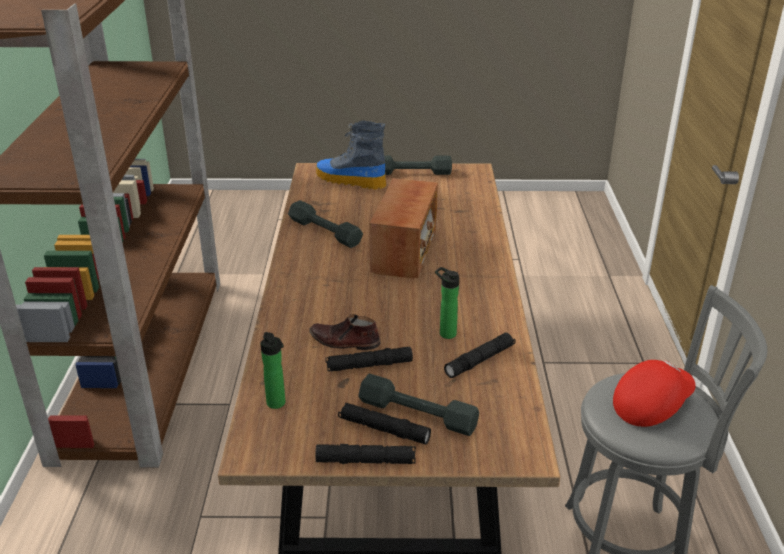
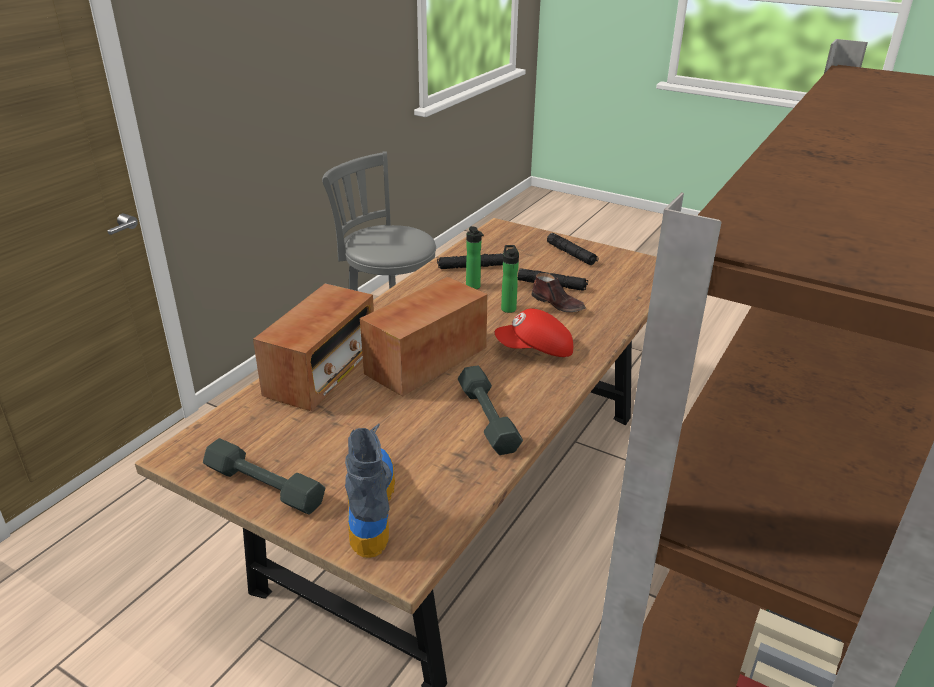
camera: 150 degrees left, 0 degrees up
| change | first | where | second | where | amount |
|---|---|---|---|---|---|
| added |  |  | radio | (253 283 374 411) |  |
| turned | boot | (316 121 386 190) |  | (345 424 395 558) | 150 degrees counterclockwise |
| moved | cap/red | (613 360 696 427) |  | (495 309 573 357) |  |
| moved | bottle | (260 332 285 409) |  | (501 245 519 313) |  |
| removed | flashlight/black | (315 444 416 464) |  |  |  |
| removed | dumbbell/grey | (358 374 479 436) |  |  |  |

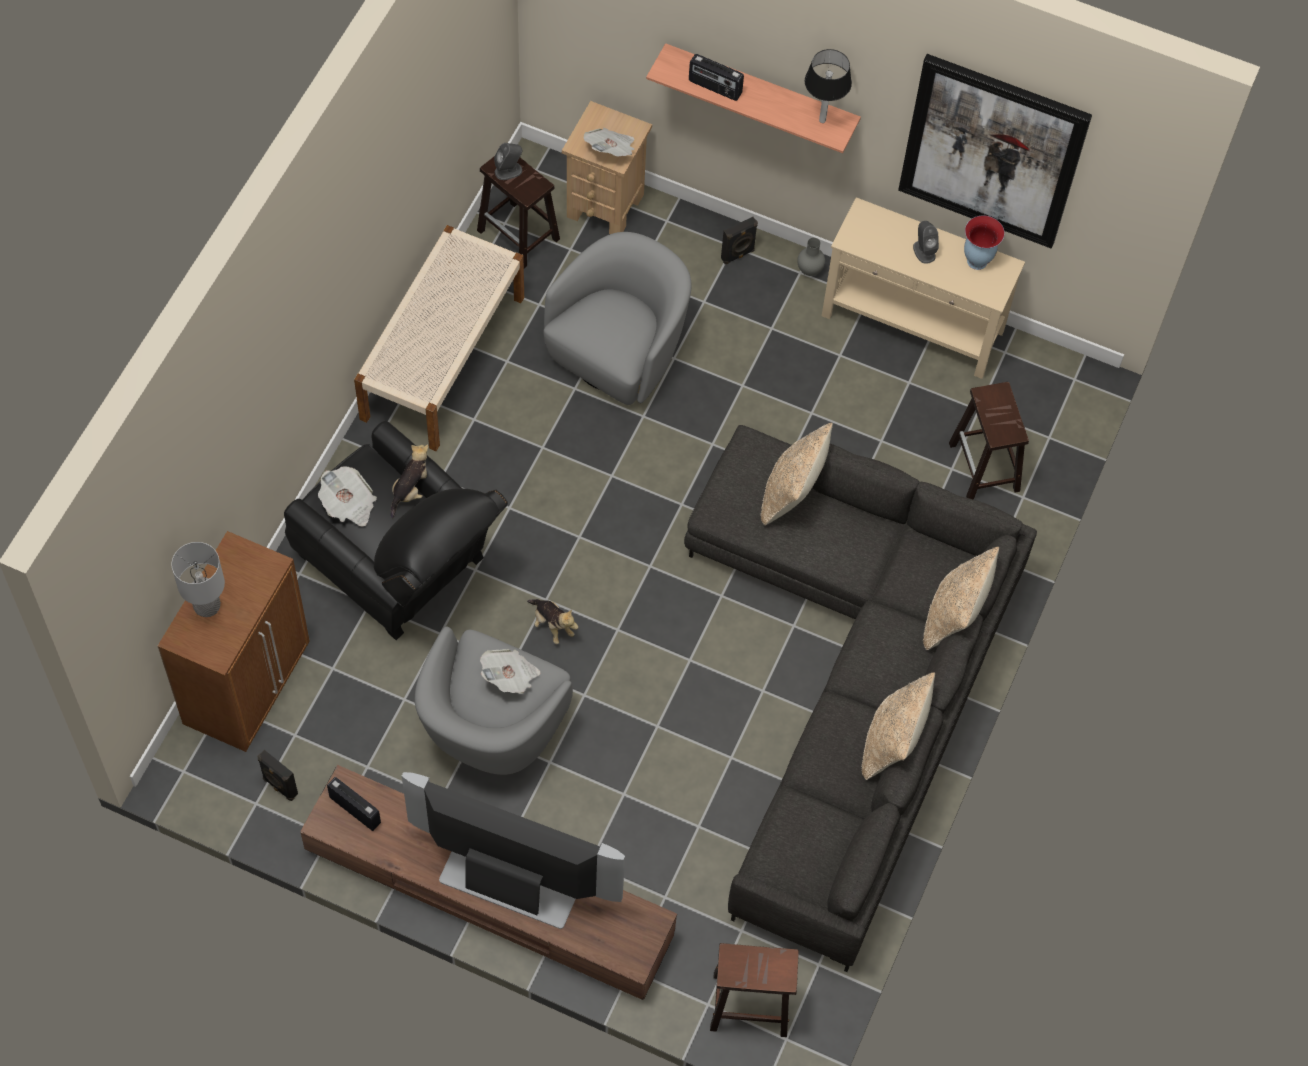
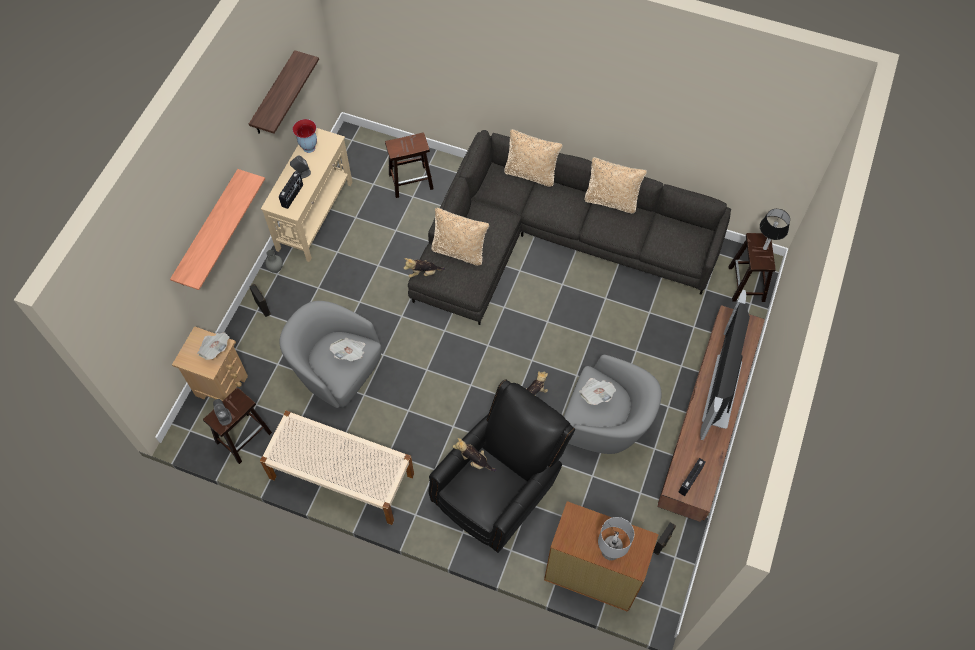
camera: 90 degrees left, 0 degrees up
| change | first | where | second | where | amount |
|---|---|---|---|---|---|
| replaced | picture | (898 54 1092 249) | shelf | (249 50 319 134) |  |
| moved | radio | (689 54 744 101) |  | (279 172 303 209) |  |
| moved | newspaper | (318 466 377 527) |  | (330 338 366 361) |  |
| added |  |  | plush toy | (404 258 445 278) |  |
| moved | table lamp | (805 49 852 123) |  | (760 209 790 250) |  |

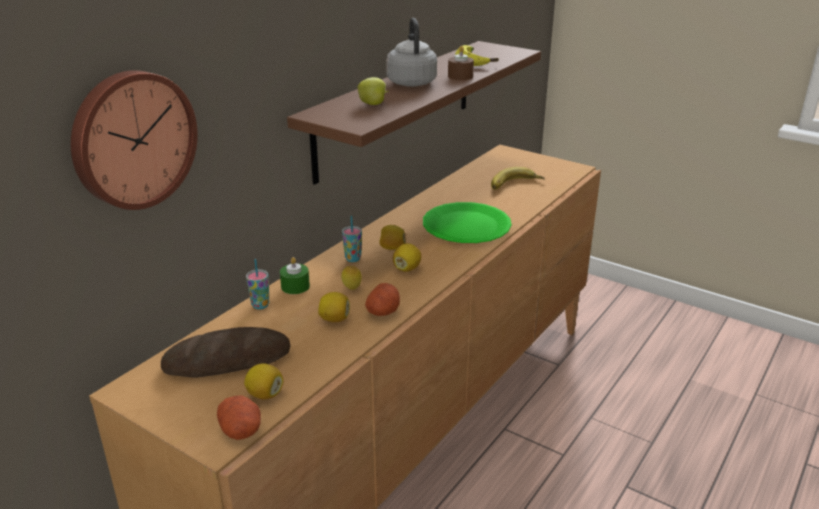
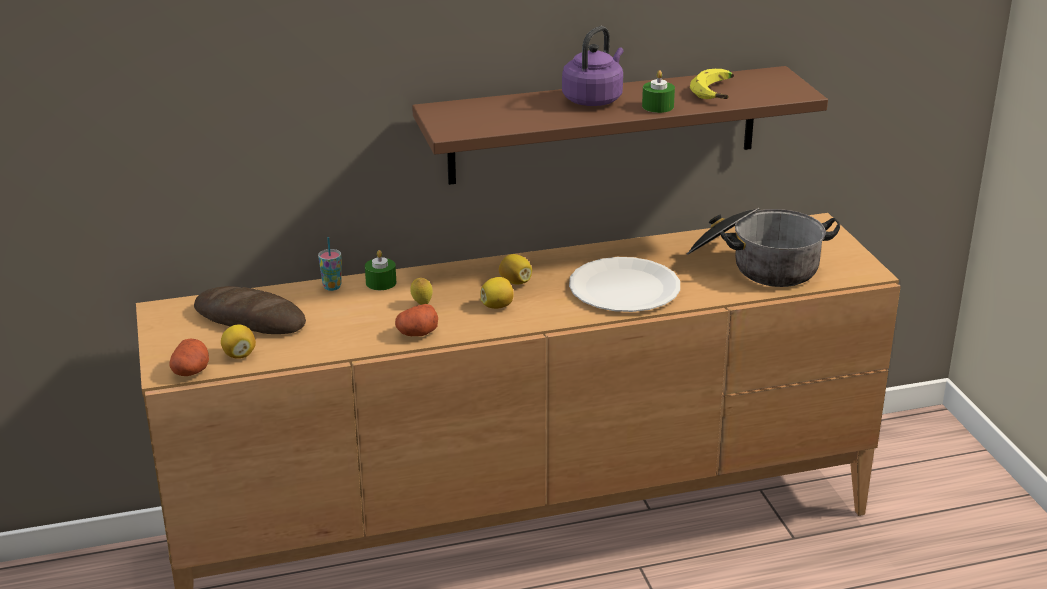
camera: 40 degrees right, 0 degrees up
| change | first | where | second | where | amount |
|---|---|---|---|---|---|
| recoloured | kettle/grey | (386 18 437 87) | kettle/purple | (562 26 624 106) |  |
| recoloured | plate/green | (423 202 512 243) | plate/white | (569 257 680 312) |  |
| recoloured | candle/brown | (448 46 474 80) | candle/green | (642 70 675 113) |  |
| replaced | banana | (491 167 545 190) | cooking pot | (687 208 840 287) |  |
| removed | wall clock | (71 70 198 210) |  |  |  |
| removed | lemon | (318 292 350 322) |  |  |  |
| removed | cup | (342 216 362 262) |  |  |  |
| removed | apple | (358 77 389 105) |  |  |  |

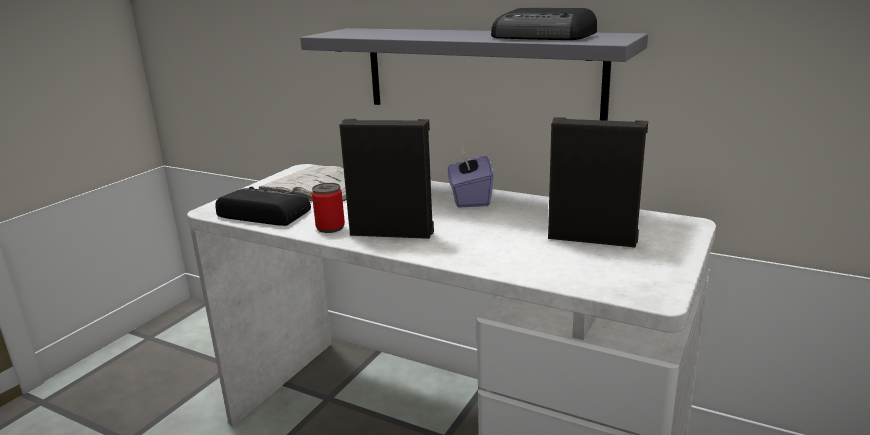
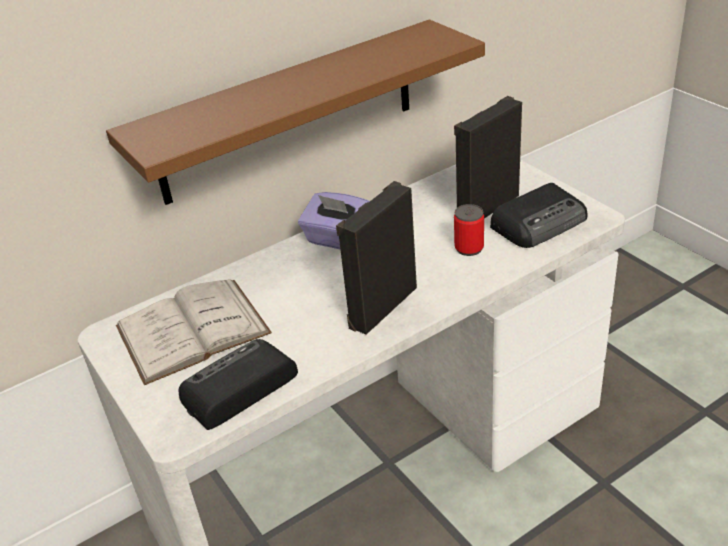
camera: 60 degrees left, 15 degrees up
| change | first | where | second | where | amount |
|---|---|---|---|---|---|
| recoloured | shelf/grey | (300 28 648 121) | shelf/brown | (106 20 485 205) |  |
| moved | can | (312 183 345 233) |  | (454 204 484 256) |  |
| moved | radio | (491 8 597 40) |  | (490 183 587 248) |  |

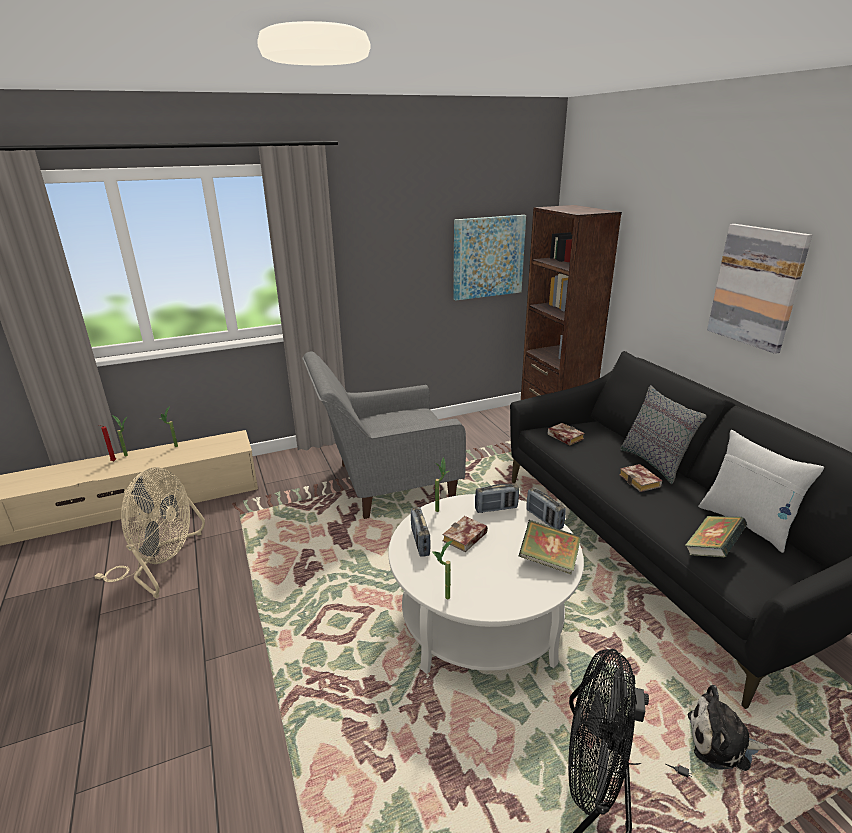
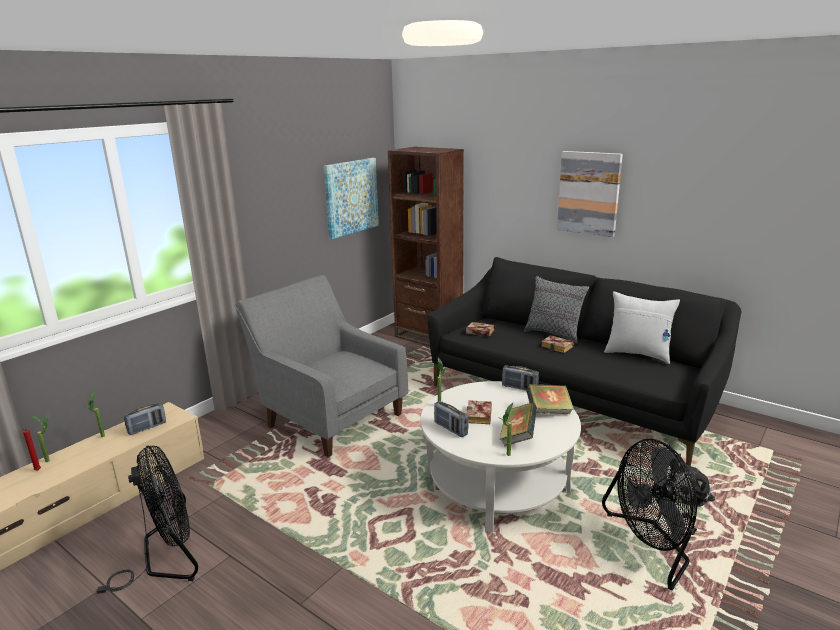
camera: 30 degrees left, 5 degrees down
| change | first | where | second | where | amount |
|---|---|---|---|---|---|
| recoloured | fan/beige | (94 467 205 598) | fan/black | (95 446 198 594) |  |
| moved | radio | (475 483 519 513) |  | (124 403 166 435) |  |
| turned | armchair/grey | (302 352 466 519) |  | (234 275 408 457) | 90 degrees clockwise |
| moved | book | (685 516 747 558) |  | (500 403 537 446) |  |

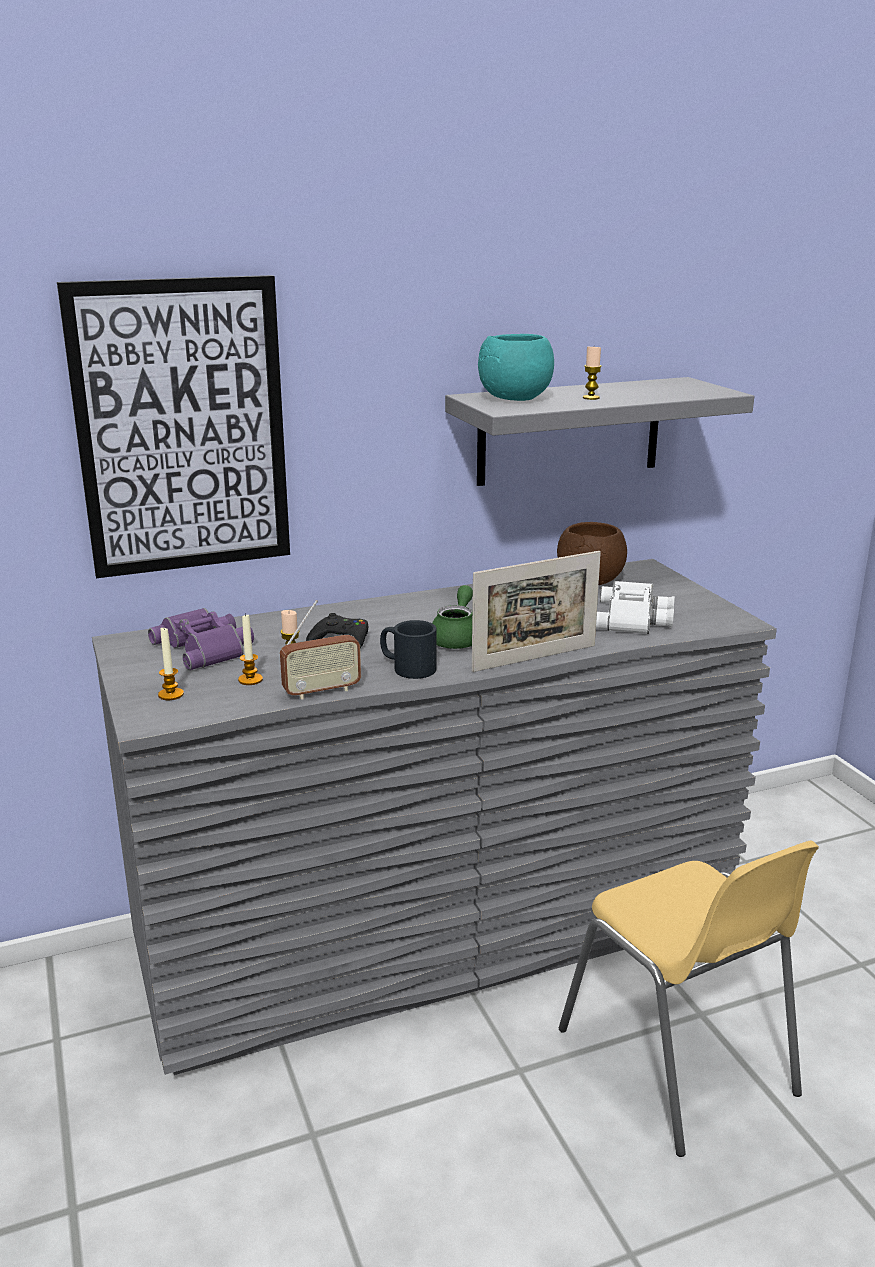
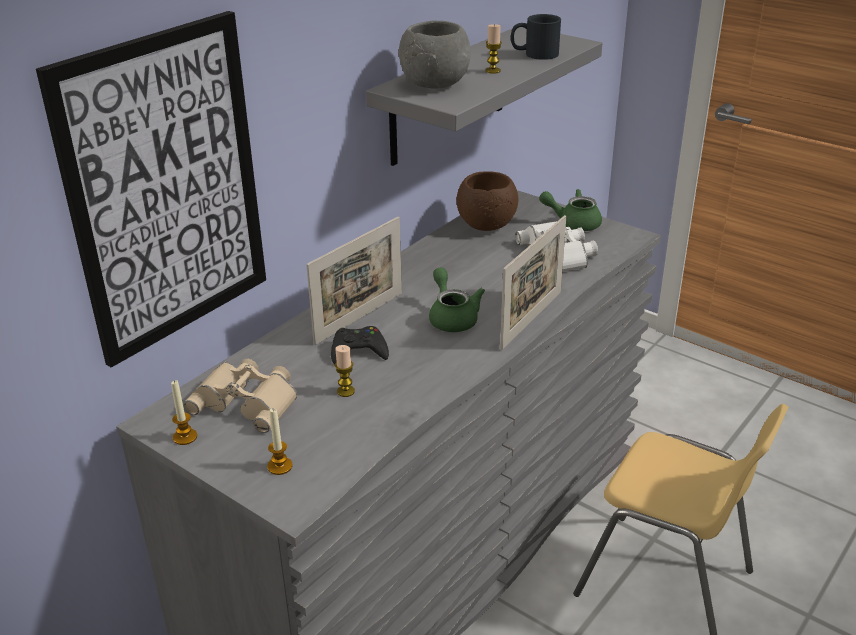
camera: 30 degrees left, 10 degrees up
| change | first | where | second | where | amount |
|---|---|---|---|---|---|
| moved | candle | (238 613 263 685) |  | (171 380 197 445) |  |
| recoloured | binoculars/purple | (148 608 254 670) | binoculars/beige | (184 359 297 433) |  |
| added |  |  | picture frame | (306 216 402 345) |  |
| recoloured | bowl/turquoise | (478 334 554 401) | bowl/grey | (399 21 471 88) |  |
| moved | mug/black | (380 620 437 679) |  | (511 14 561 60) |  |
| added |  |  | teapot/green | (539 189 602 231) |  |
| removed | radio | (280 600 361 700) |  |  |  |

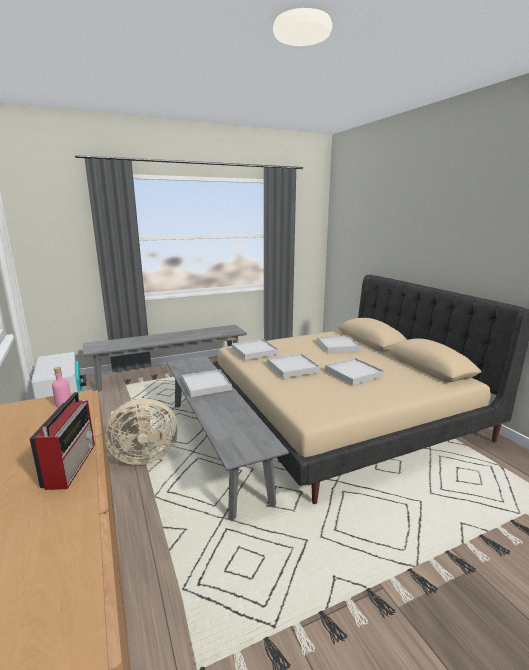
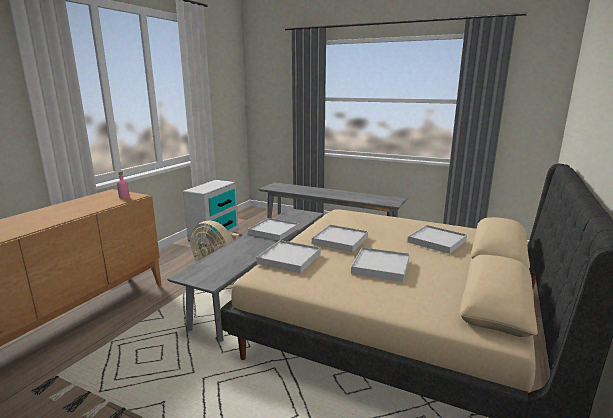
camera: 50 degrees right, 0 degrees up
| change | first | where | second | where | amount |
|---|---|---|---|---|---|
| moved | tray/white | (232 339 278 360) |  | (256 240 321 273) |  |
| removed | radio | (30 392 95 490) |  |  |  |

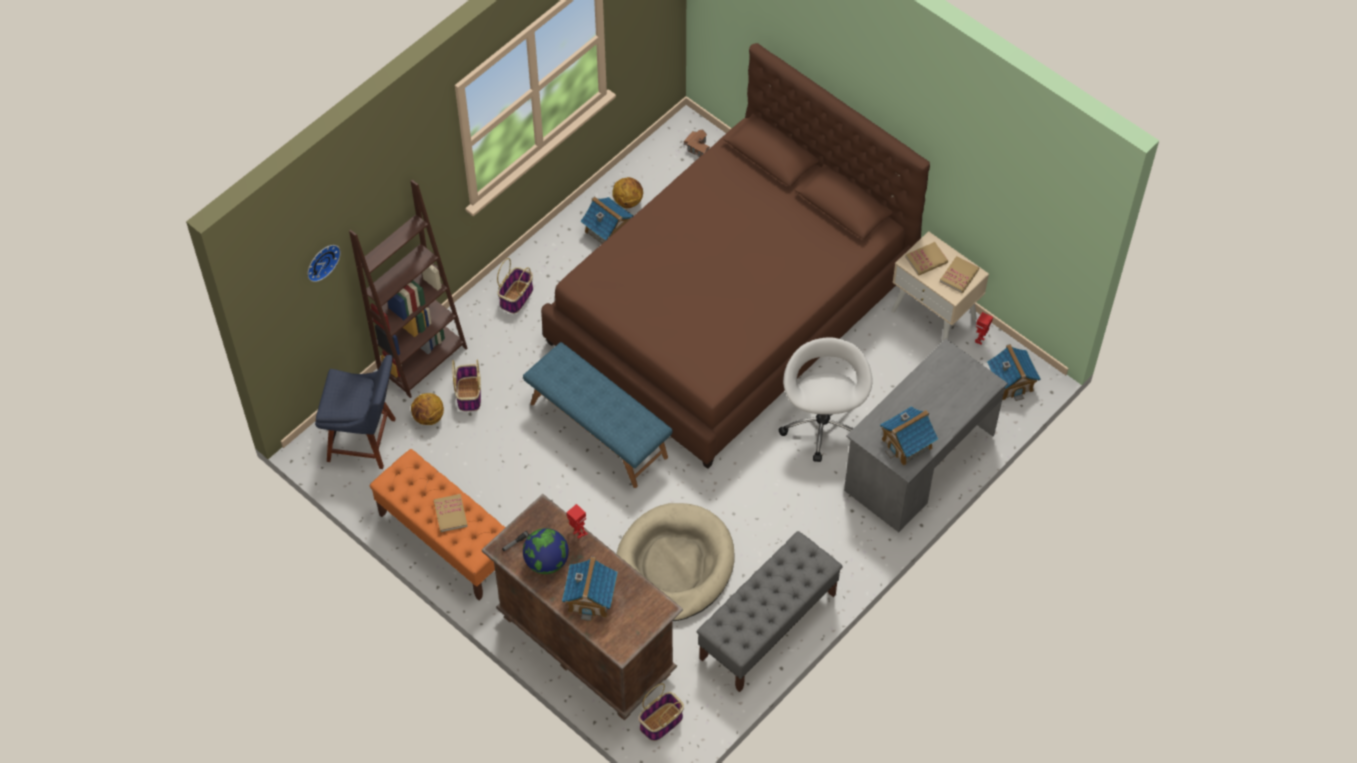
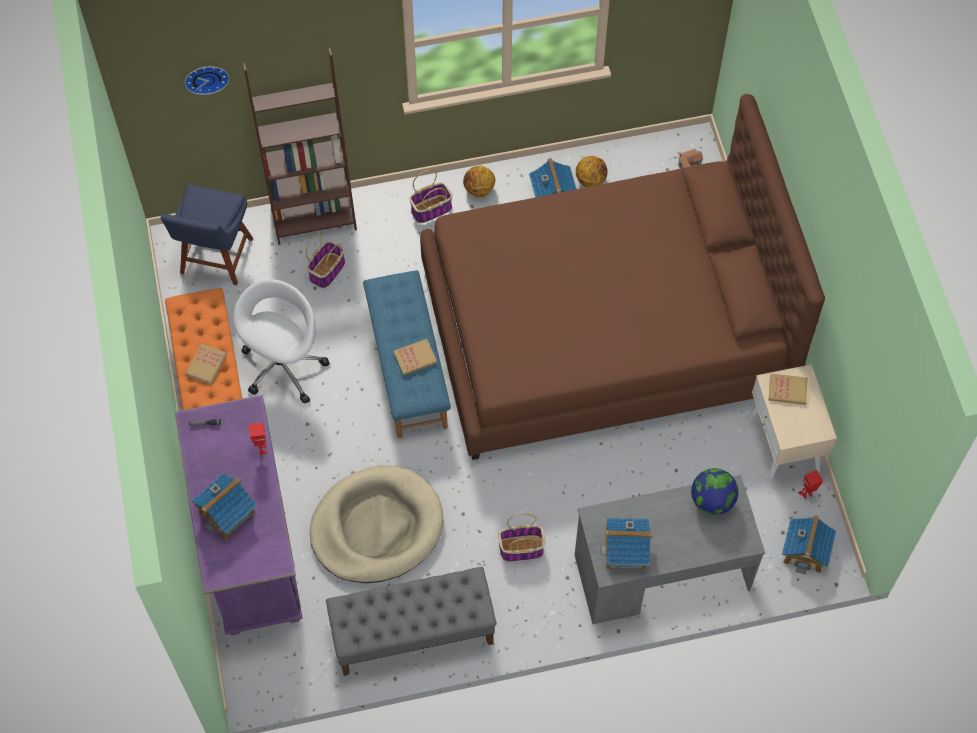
camera: 35 degrees right, 5 degrees up
| change | first | where | second | where | amount |
|---|---|---|---|---|---|
| turned | chair/blue | (315 355 396 469) |  | (161 184 253 285) | 60 degrees clockwise |
| recoloured | dresser/brown | (482 494 683 721) | dresser/purple | (175 395 303 635) |  |
| moved | office chair/white | (778 337 873 462) |  | (233 279 330 403) |  |
| moved | book | (940 256 979 293) |  | (393 339 437 375) |  |
| moved | basketball | (411 393 444 425) |  | (463 166 496 197) |  |
| moved | basket | (638 683 684 741) |  | (498 514 545 561) |  |
| moved | globe | (523 528 569 574) |  | (691 468 738 515) |  |

